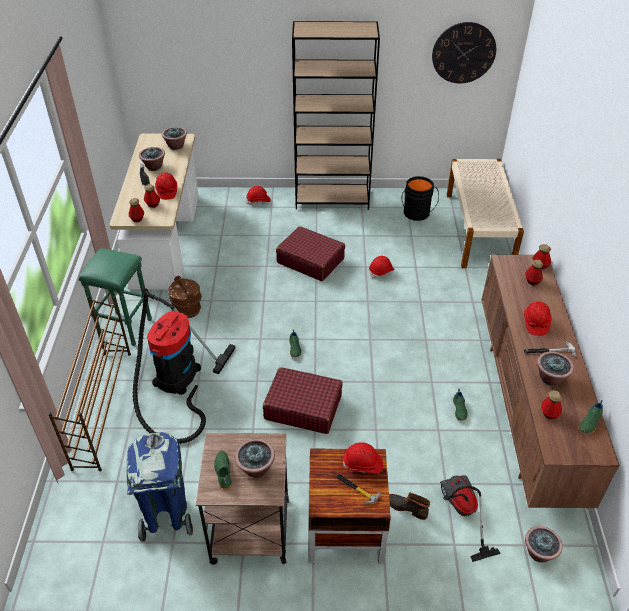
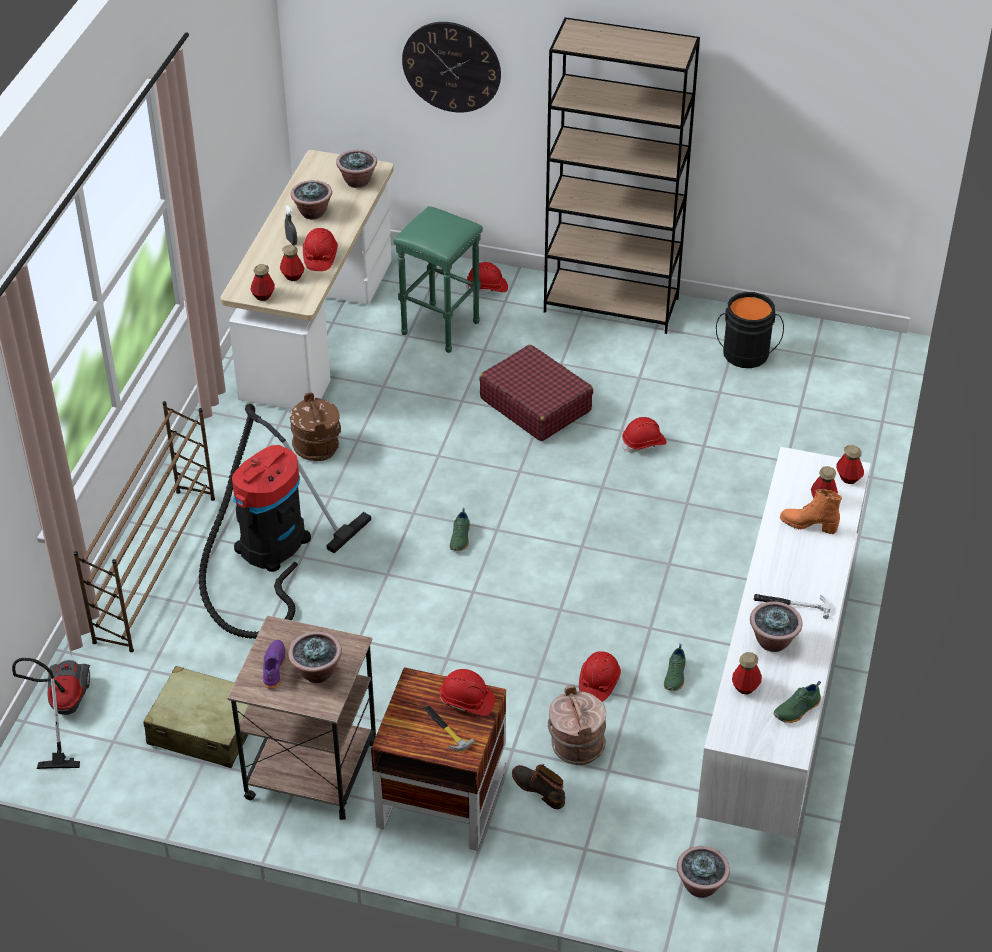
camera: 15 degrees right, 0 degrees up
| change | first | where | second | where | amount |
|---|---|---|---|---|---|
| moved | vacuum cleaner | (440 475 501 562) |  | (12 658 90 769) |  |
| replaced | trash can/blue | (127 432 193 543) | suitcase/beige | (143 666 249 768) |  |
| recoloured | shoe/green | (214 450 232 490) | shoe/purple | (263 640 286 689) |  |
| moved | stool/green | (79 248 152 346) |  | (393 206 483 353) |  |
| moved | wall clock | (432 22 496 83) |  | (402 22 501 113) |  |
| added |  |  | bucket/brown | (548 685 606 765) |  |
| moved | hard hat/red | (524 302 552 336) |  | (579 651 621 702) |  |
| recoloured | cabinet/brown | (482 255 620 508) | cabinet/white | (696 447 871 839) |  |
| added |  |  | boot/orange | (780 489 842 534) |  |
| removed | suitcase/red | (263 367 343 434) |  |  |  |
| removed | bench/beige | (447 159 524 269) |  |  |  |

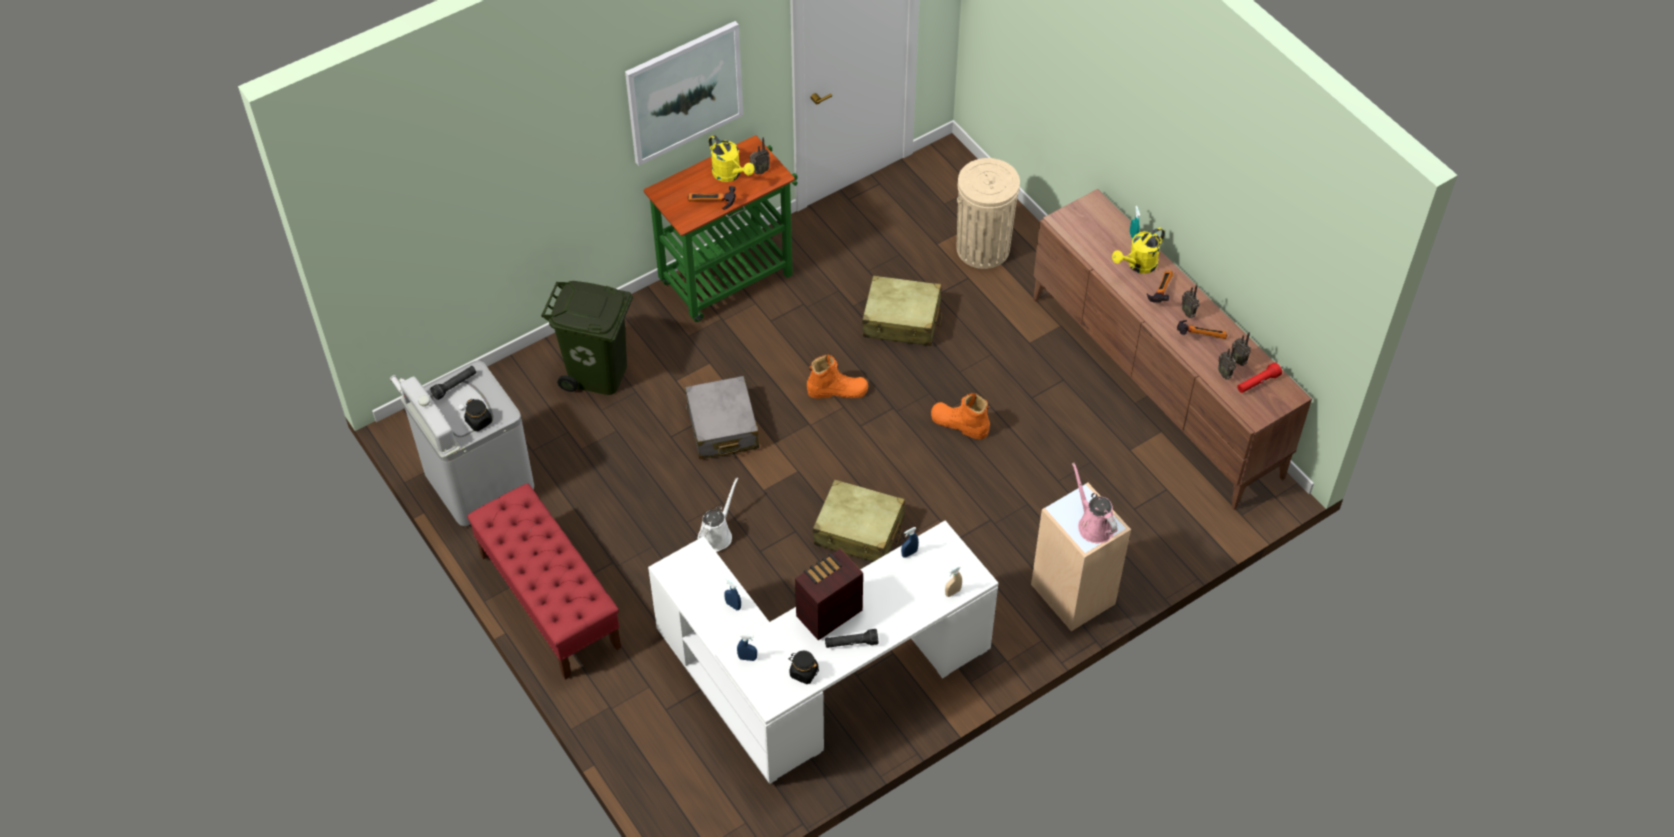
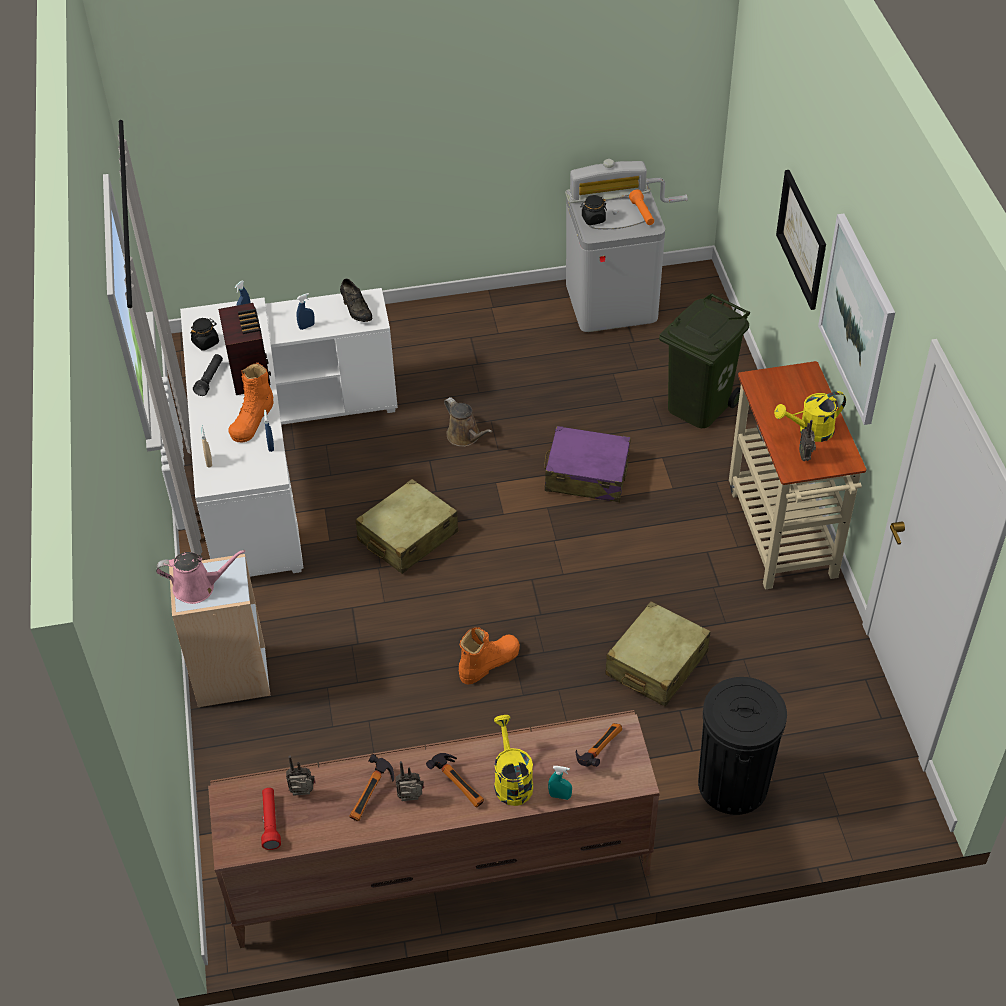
camera: 115 degrees right, 5 degrees down
| change | first | where | second | where | amount |
|---|---|---|---|---|---|
| moved | boot/orange | (807 355 868 399) |  | (228 362 274 442) |  |
| added |  |  | shoe/black | (340 279 372 322) |  |
| recoloured | watering can/white | (698 477 739 552) | watering can/brown | (444 397 492 447) |  |
| recoloured | suitcase/grey | (685 376 759 459) | suitcase/purple | (544 426 631 502) |  |
| moved | hammer | (688 186 736 210) |  | (576 723 622 767) |  |
| recoloured | flashlight/black | (430 366 477 400) | flashlight/orange | (629 189 654 225) |  |
| recoloured | trash can/beige | (957 158 1020 269) | trash can/black | (698 677 787 815) |  |
| recoloured | cart/green | (644 136 798 322) | cart/beige | (729 361 866 589) |  |
| added |  |  | picture | (776 170 826 310) |  |
| removed | bench/red | (467 483 621 680) |  |  |  |
| removed | radio | (1232 332 1251 366) |  |  |  |

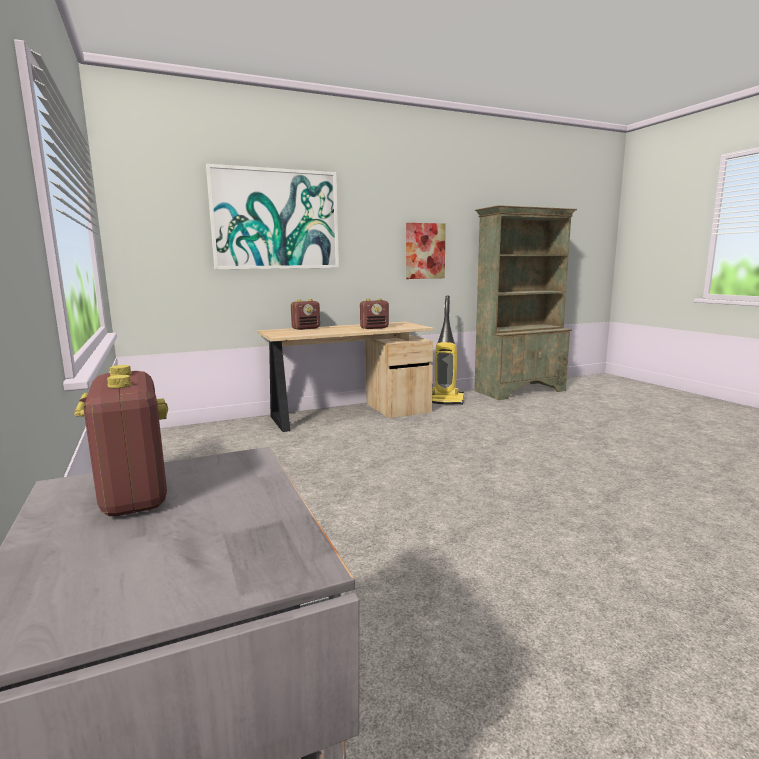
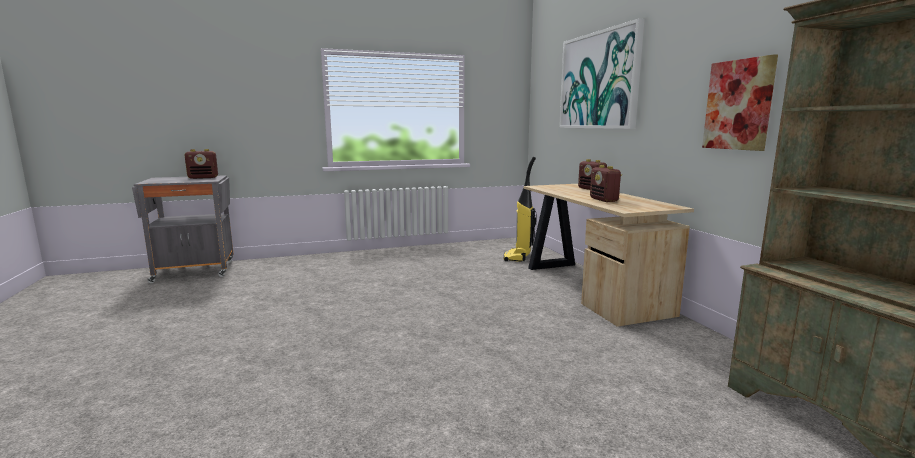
camera: 95 degrees right, 0 degrees up
| change | first | where | second | where | amount |
|---|---|---|---|---|---|
| moved | vacuum cleaner | (432 295 464 405) |  | (504 157 537 262) |  |

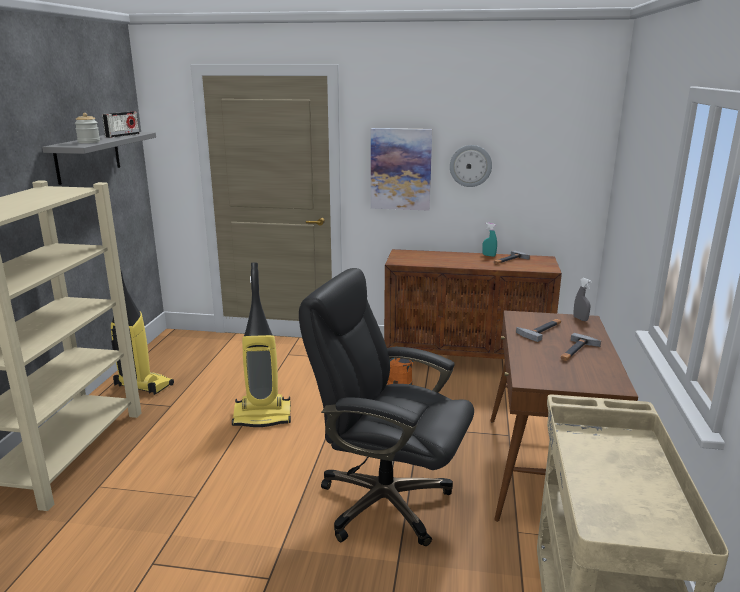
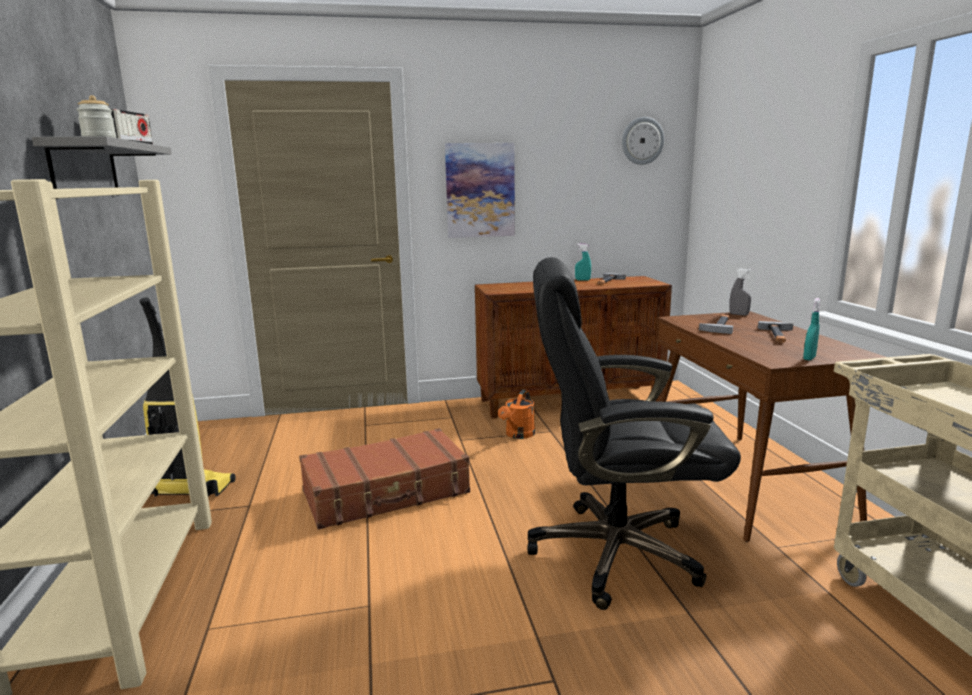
camera: 20 degrees left, 5 degrees down
| change | first | where | second | where | amount |
|---|---|---|---|---|---|
| replaced | vacuum cleaner | (232 262 291 427) | suitcase/brown | (299 428 470 530) |  |
| moved | wall clock | (450 145 492 187) |  | (622 117 664 165) |  |
| added |  |  | spray bottle/turquoise | (803 298 821 360) |  |

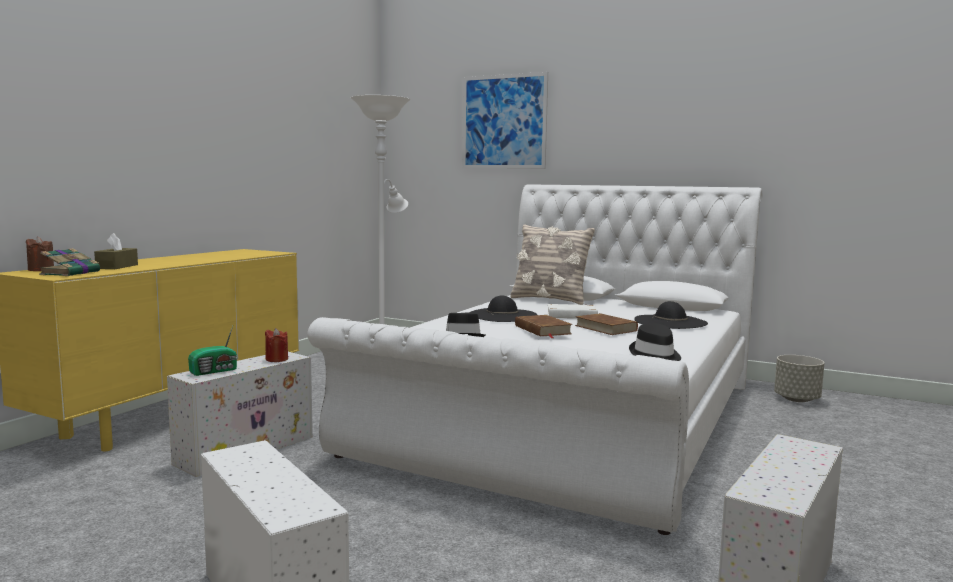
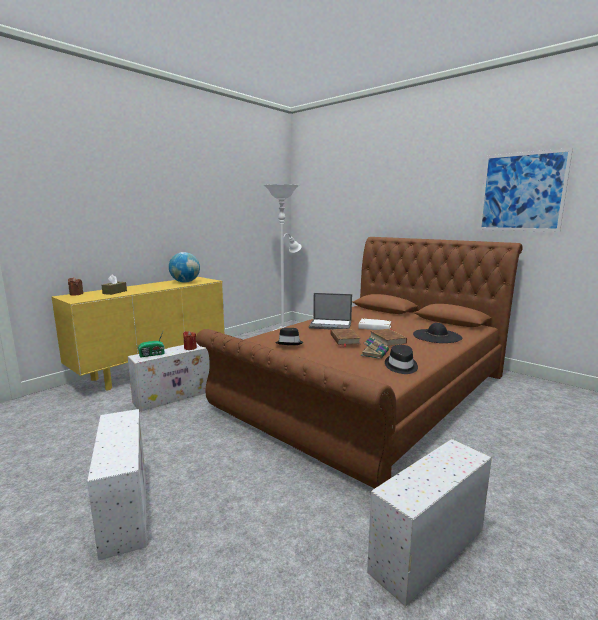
camera: 15 degrees right, 5 degrees up
| change | first | where | second | where | amount |
|---|---|---|---|---|---|
| added |  |  | globe | (169 252 200 283) |  |
| recoloured | bed/white | (307 184 762 535) | bed/brown | (195 237 523 488) |  |
| replaced | hat/black | (469 295 537 322) | laptop | (309 293 352 330) |  |
| moved | book | (39 248 100 276) |  | (361 336 389 359) |  |
| moved | picture | (462 72 548 169) |  | (478 148 573 232) |  |
| removed | pillow/beige | (510 225 595 305) |  |  |  |
| removed | planter/grey | (774 355 825 402) |  |  |  |

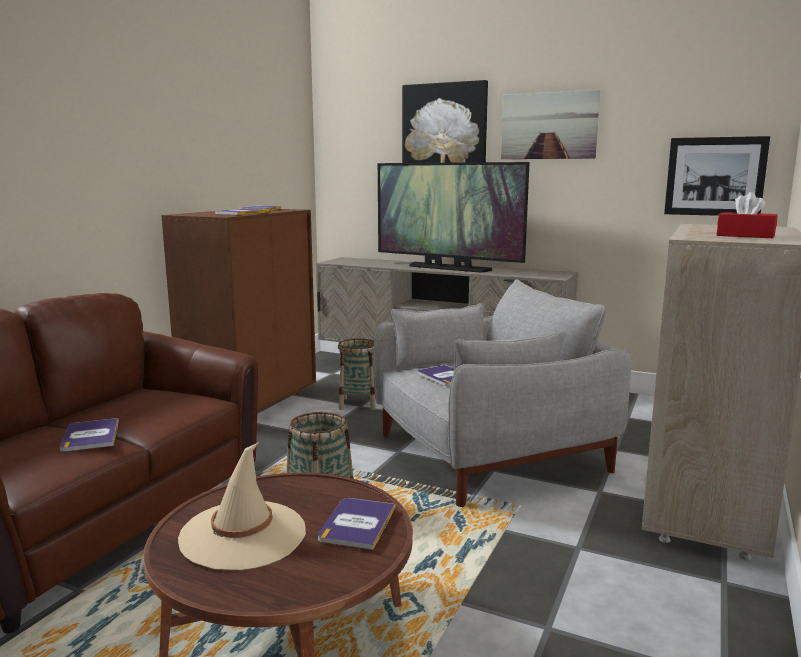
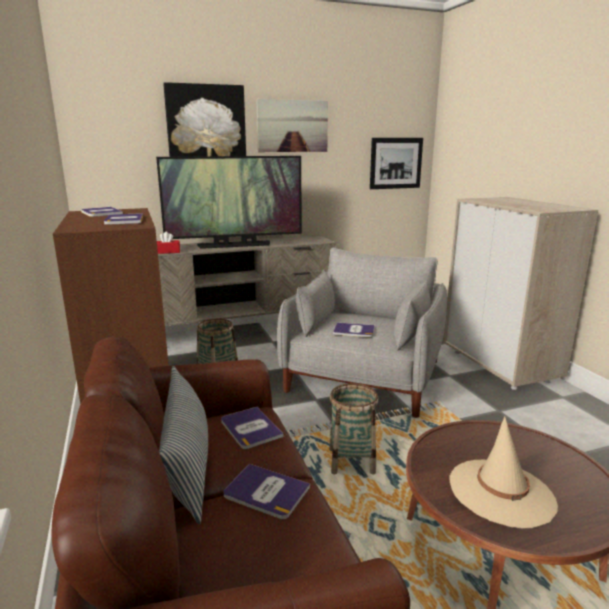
camera: 45 degrees left, 5 degrees up
| change | first | where | second | where | amount |
|---|---|---|---|---|---|
| moved | tissue box/red | (717 192 778 238) |  | (157 232 180 254) |  |
| added |  |  | pillow | (159 366 208 524) |  |
| moved | book | (318 498 395 550) |  | (221 407 283 449) |  |

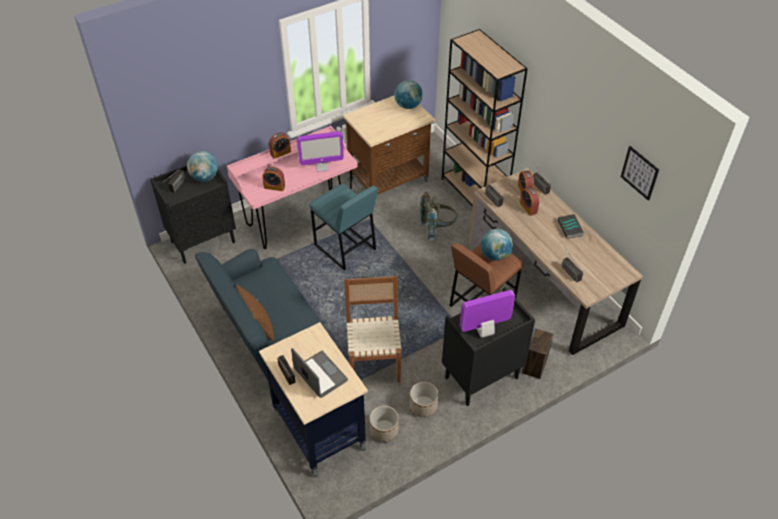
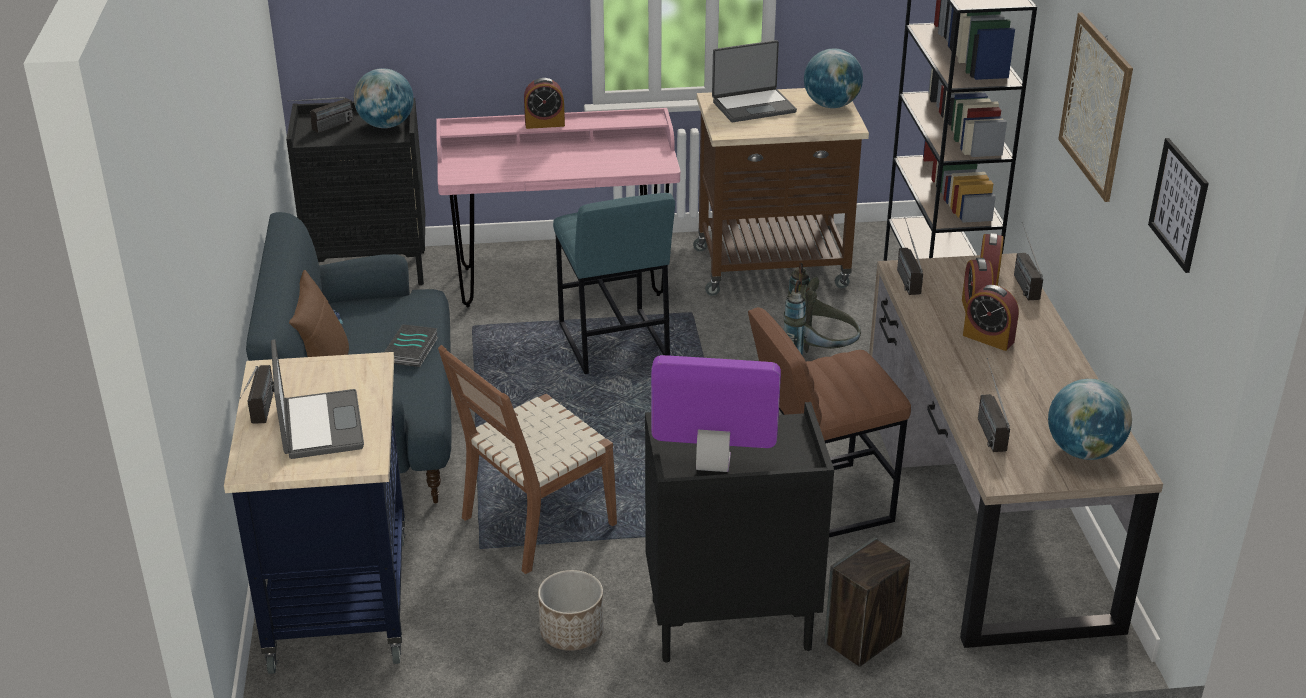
camera: 25 degrees right, 15 degrees down
| change | first | where | second | where | amount |
|---|---|---|---|---|---|
| moved | book | (558 214 584 239) |  | (384 325 438 367) |  |
| turned | chair | (344 276 401 383) |  | (438 345 617 574) | 150 degrees counterclockwise |
| added |  |  | laptop | (712 40 797 122) |  |
| moved | alarm clock | (262 167 285 191) |  | (963 285 1019 351) |  |
| moved | globe | (481 228 513 261) |  | (1048 379 1132 460) |  |
| added |  |  | picture | (1058 13 1133 202) |  |
| removed | monitor | (297 131 344 172) |  |  |  |
| removed | planter | (370 406 399 442) |  |  |  |

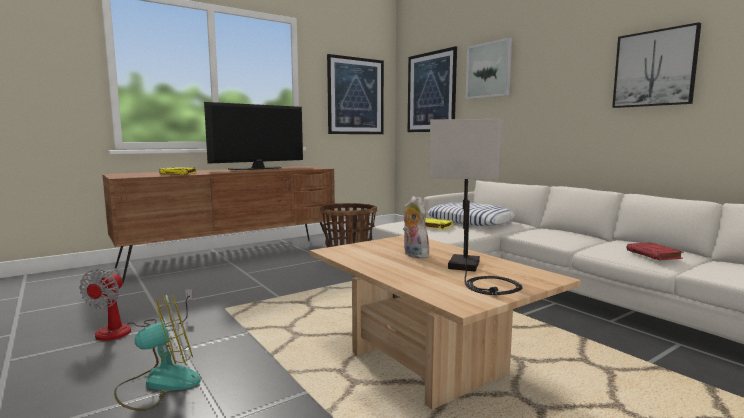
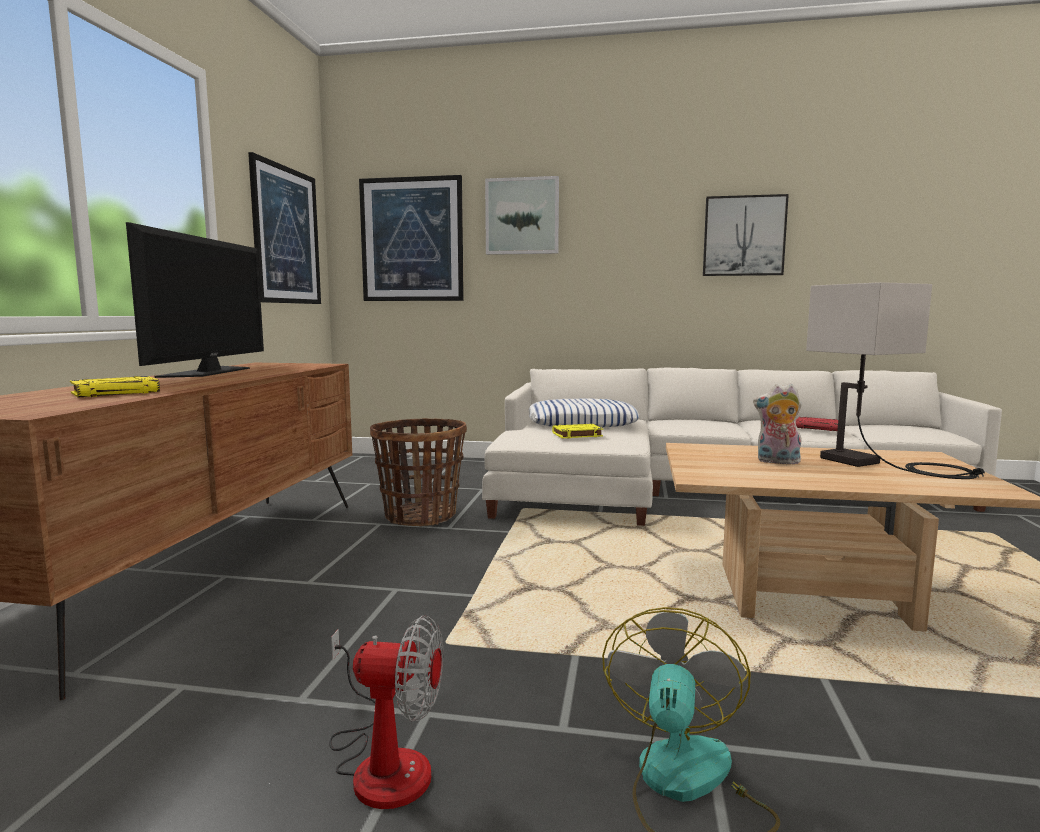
camera: 45 degrees left, 0 degrees up
| change | first | where | second | where | amount |
|---|---|---|---|---|---|
| turned | fan | (79 269 193 341) |  | (329 615 443 809) | 45 degrees counterclockwise |

